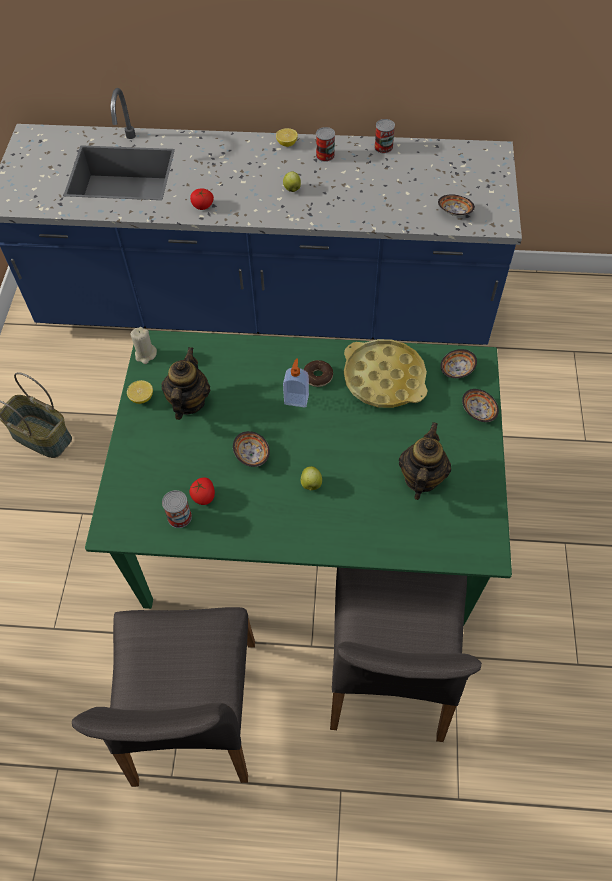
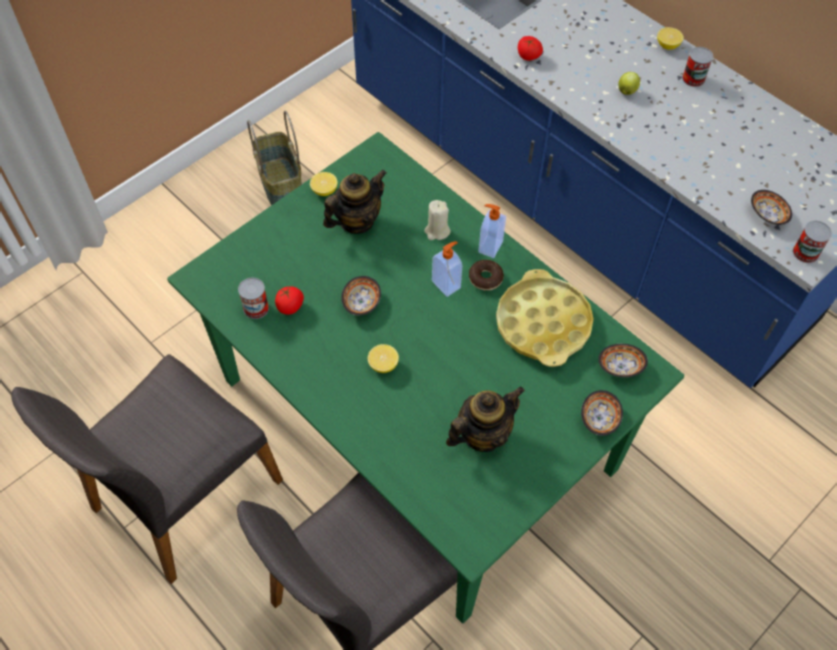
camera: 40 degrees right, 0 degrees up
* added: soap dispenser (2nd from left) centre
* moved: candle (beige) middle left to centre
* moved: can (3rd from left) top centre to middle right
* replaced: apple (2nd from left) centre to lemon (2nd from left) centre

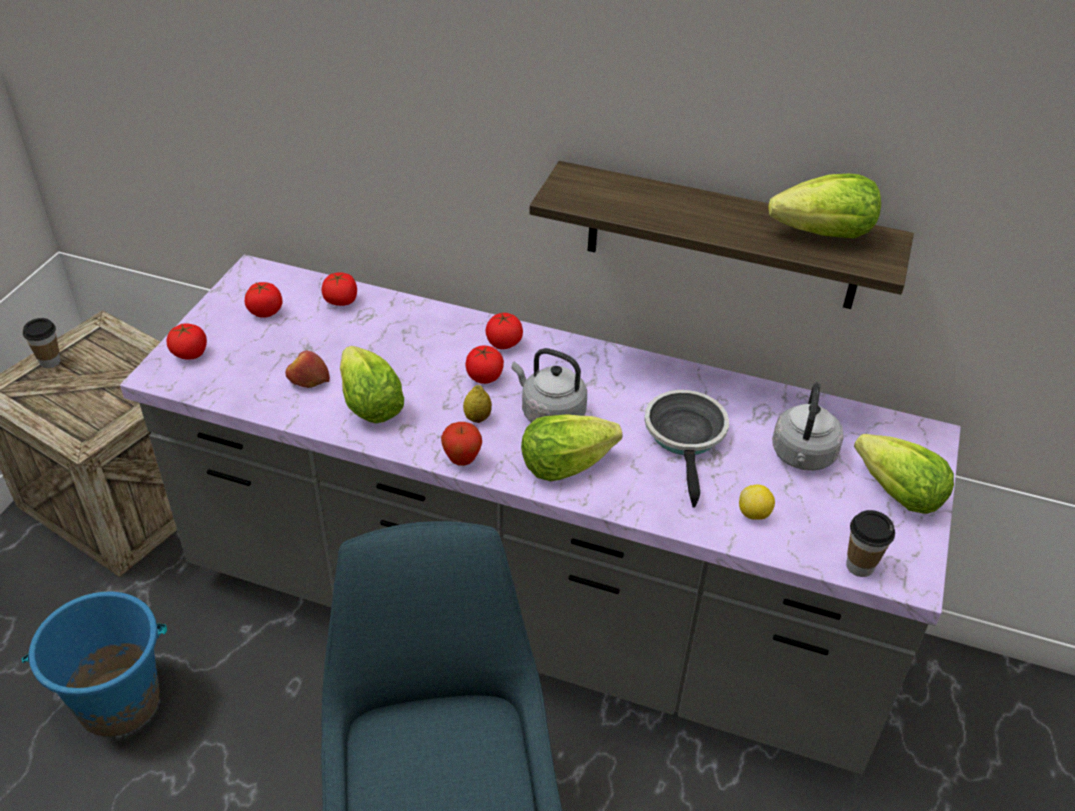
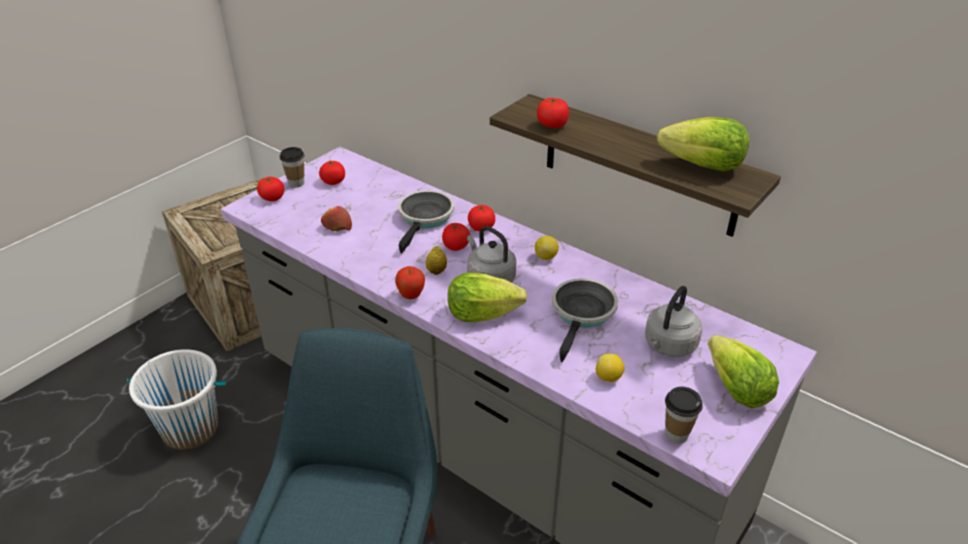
camera: 20 degrees right, 5 degrees down
* removed: lettuce (1st from left) centre
* added: frying pan (1st from left) centre
* added: lemon (2nd from left) centre
* moved: cup (1st from left) middle left to top left
* moved: tomato (3rd from left in the first image) middle left to tomato (5th from left) top centre
* recoloured: bucket (blue) bottom left to bucket (white) bottom left

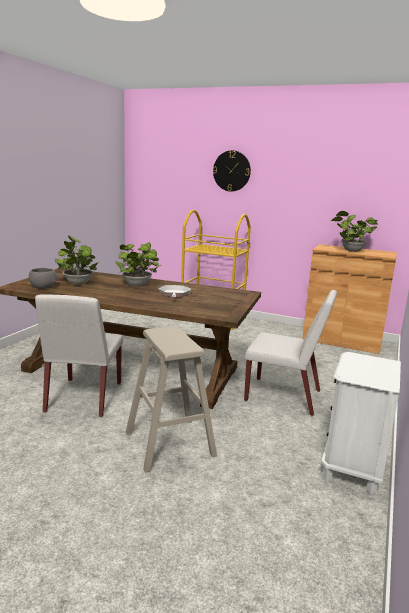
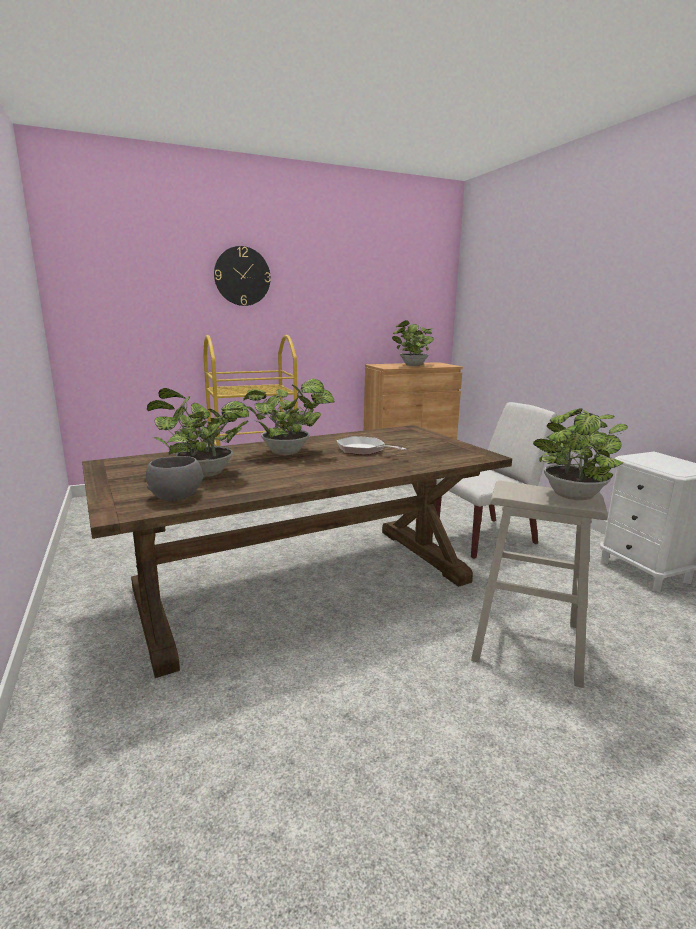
camera: 45 degrees left, 0 degrees up
* removed: chair (white) (1st from left) middle left
* added: potted plant (4th from left) middle right

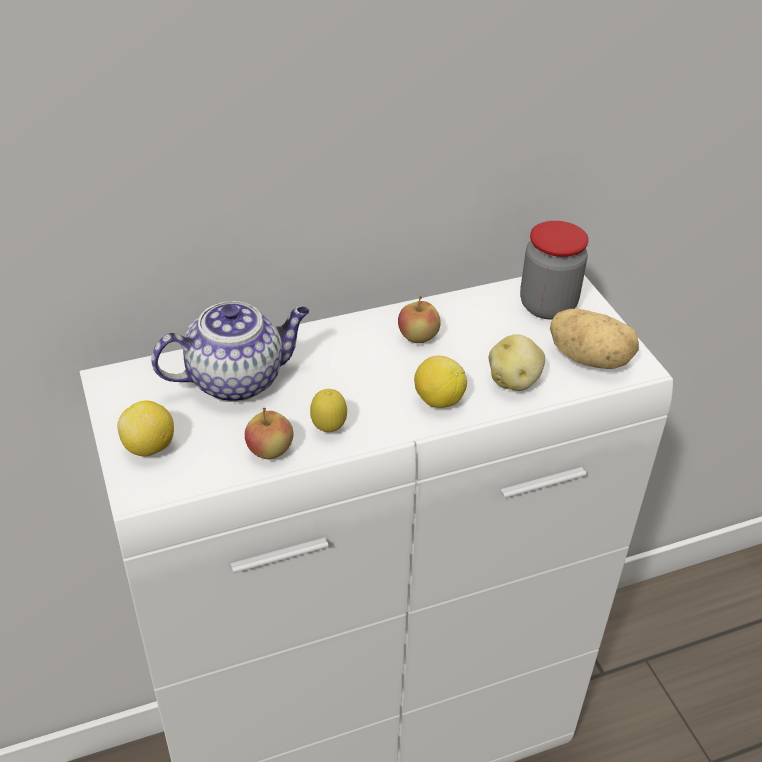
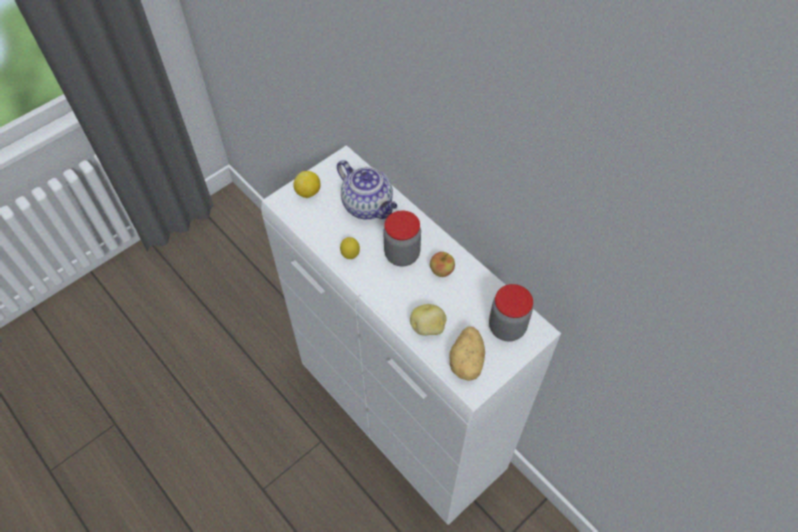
camera: 70 degrees right, 15 degrees up
* removed: apple (1st from left) centre
* removed: lemon (3rd from left) centre
* added: jar (1st from left) centre

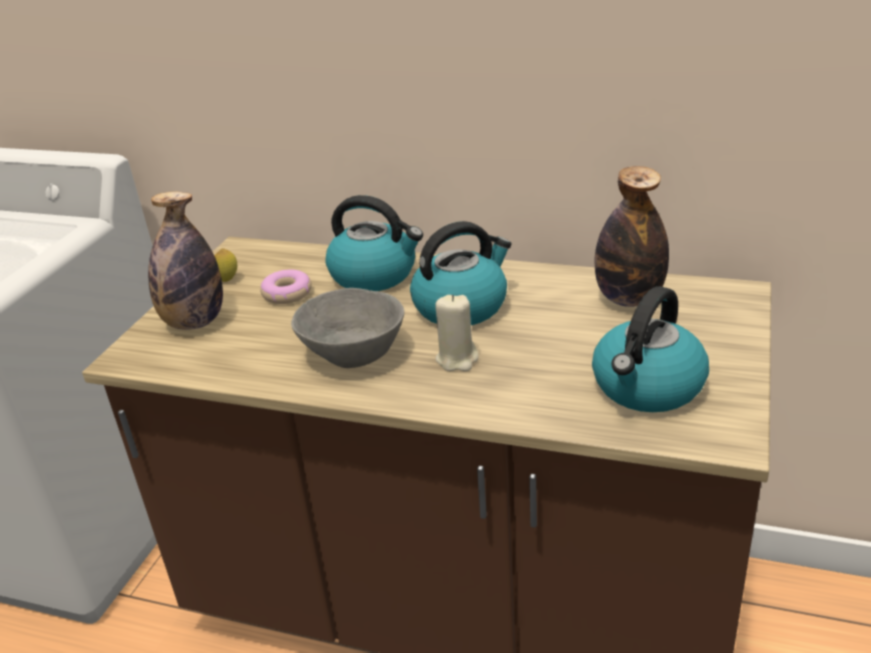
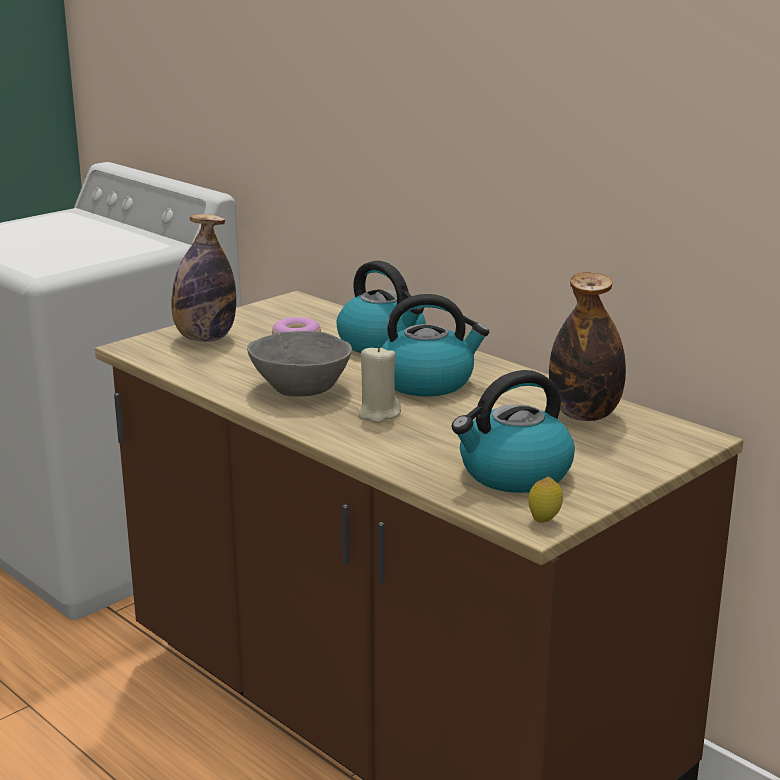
camera: 25 degrees right, 10 degrees down
* moved: lemon middle left to middle right

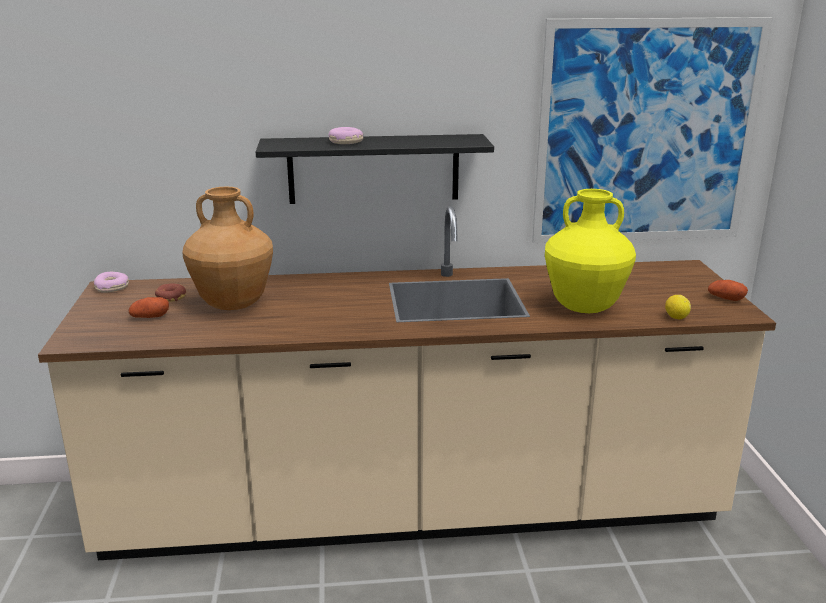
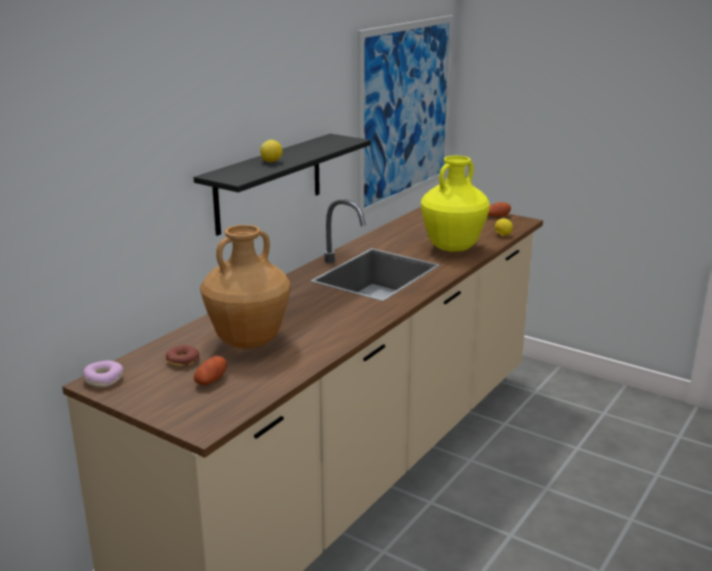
camera: 50 degrees left, 0 degrees up
* replaced: donut (3rd from left) top centre to lemon (1st from left) top centre

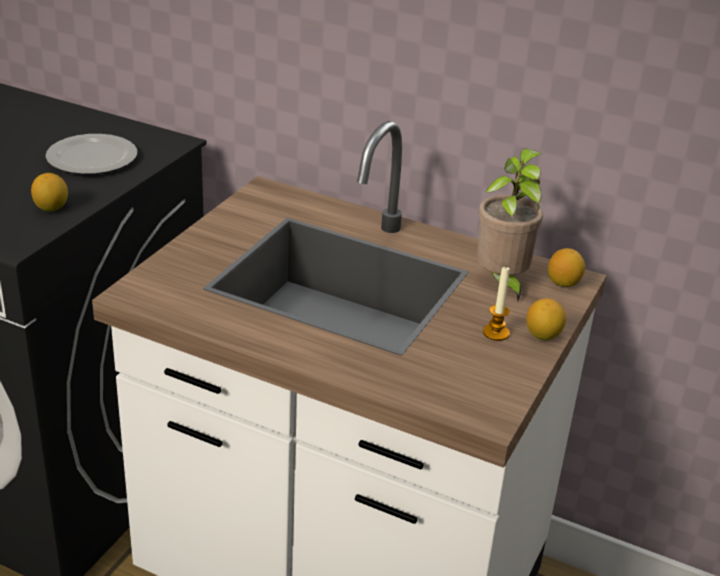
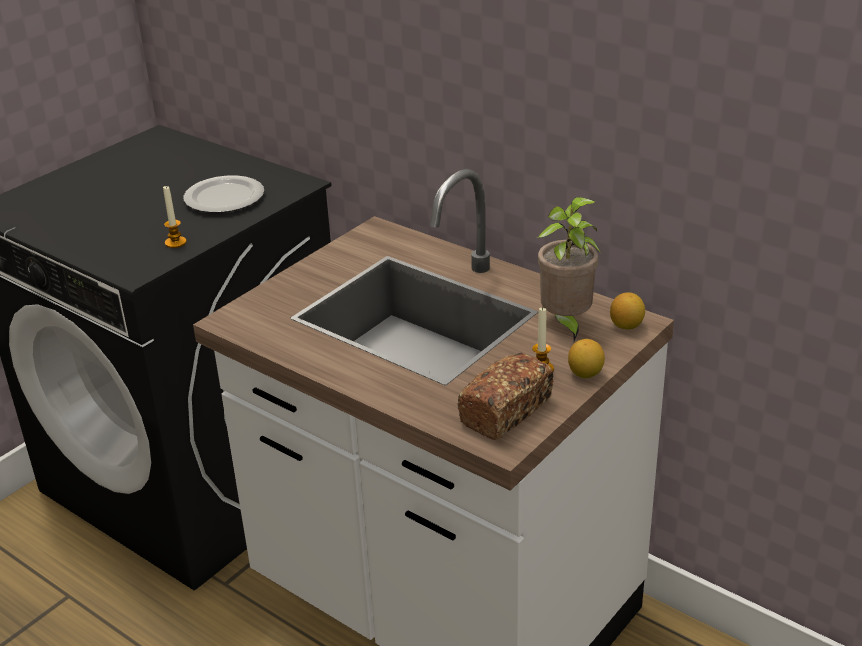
camera: 15 degrees right, 0 degrees up
* added: bread centre
* replaced: lemon (1st from left) middle left to candle (1st from left) middle left

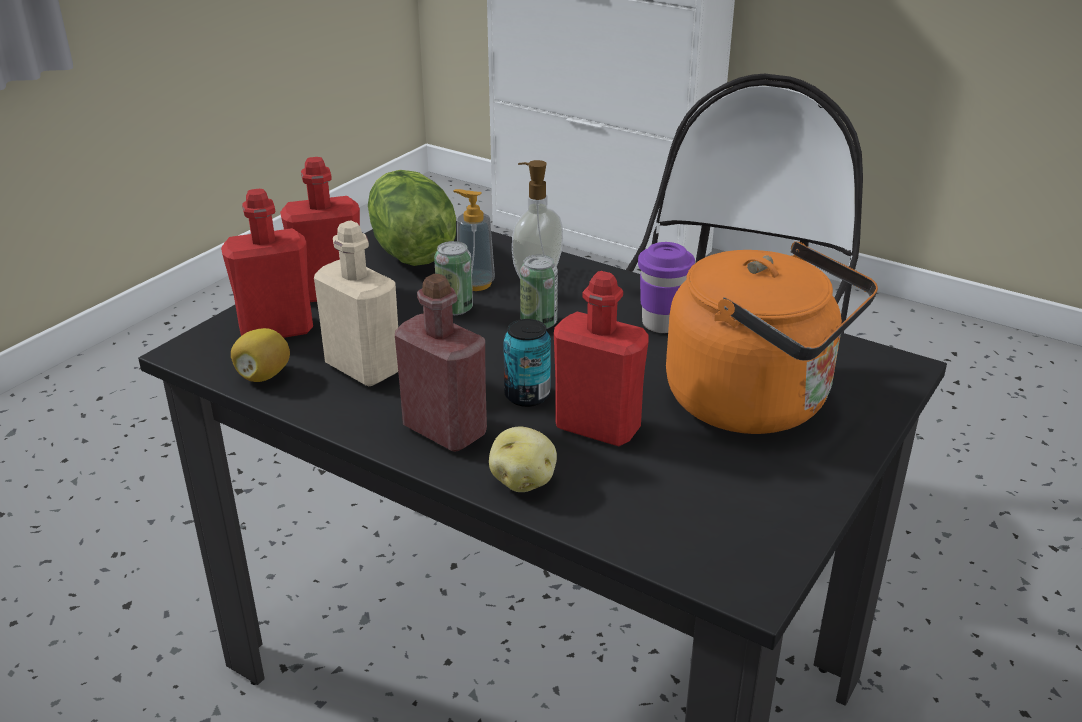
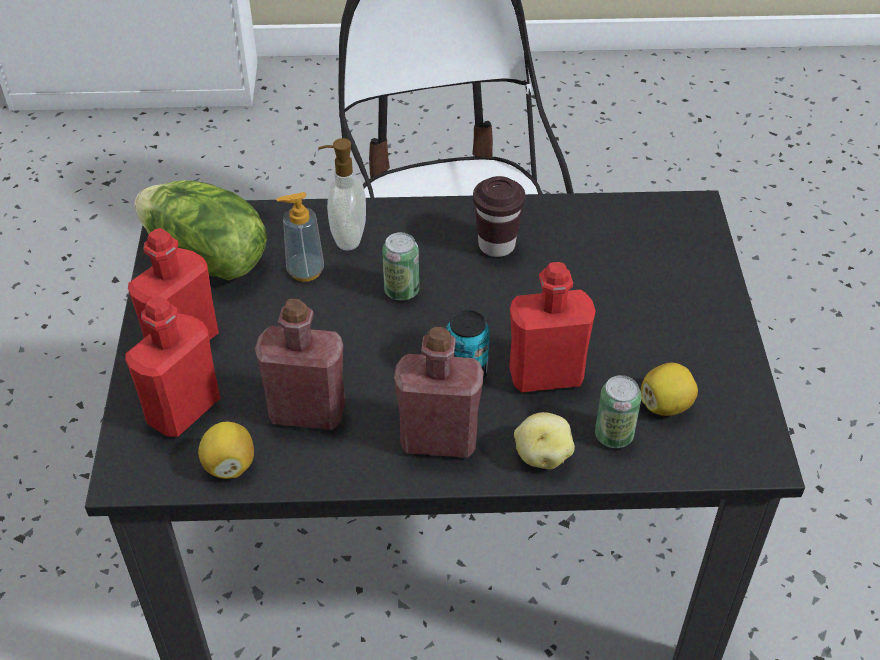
camera: 35 degrees left, 15 degrees up
* removed: kettle (orange) middle right
* added: lemon (2nd from left) middle right
* moved: can (1st from left in the first image) centre to can (3rd from left) middle right
* recoloured: bottle (beige) middle left to bottle (red) (3rd from left) centre
* recoloured: cup (purple) centre to cup (brown) top centre

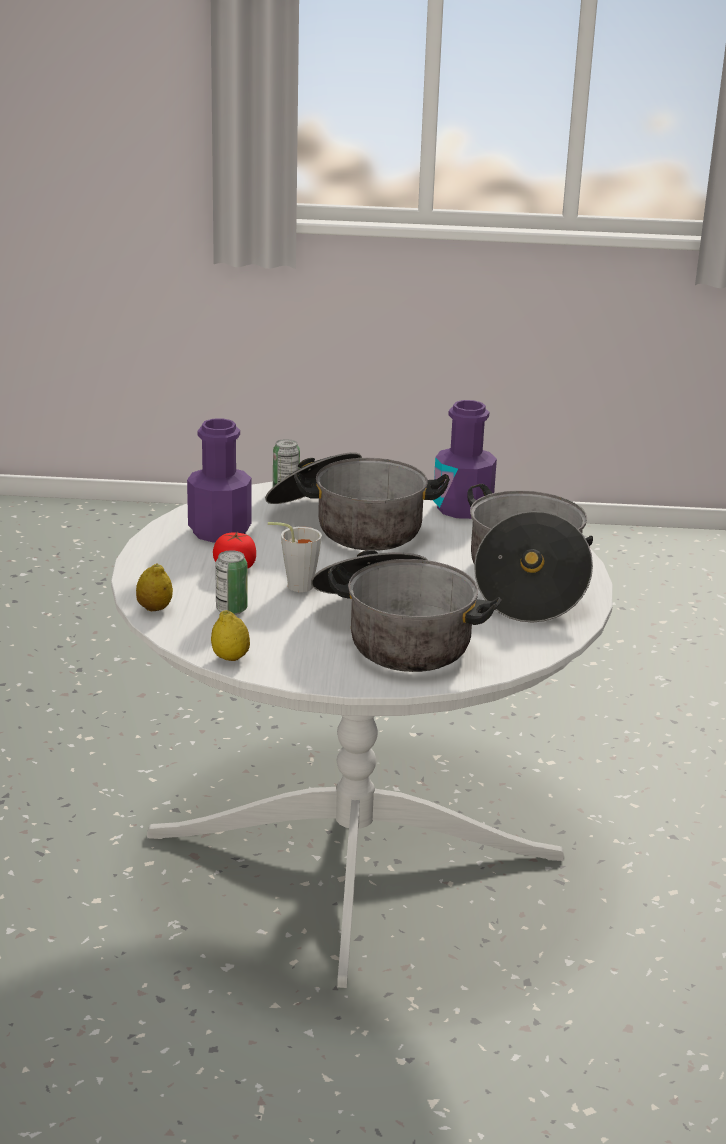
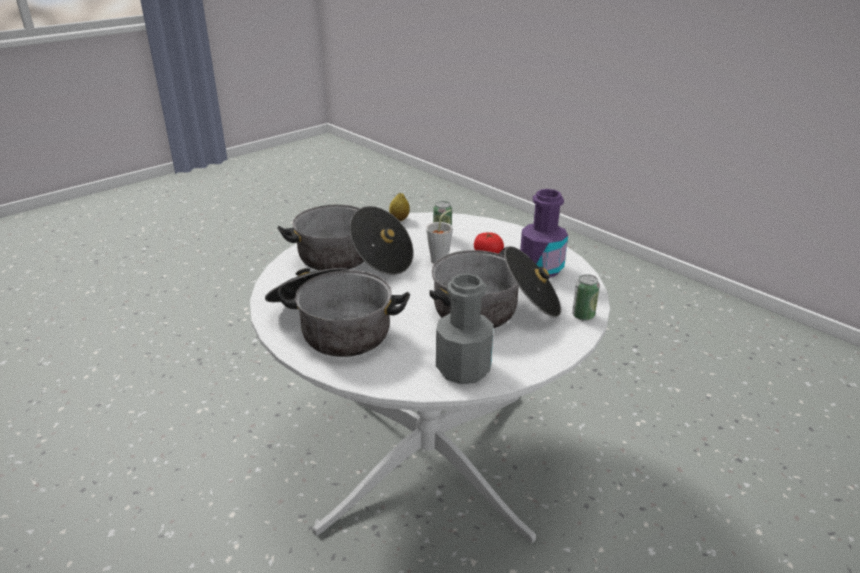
camera: 135 degrees right, 5 degrees up
* removed: lemon (1st from left) middle left
* recoloured: bottle (purple) (2nd from left) centre to bottle (grey) centre

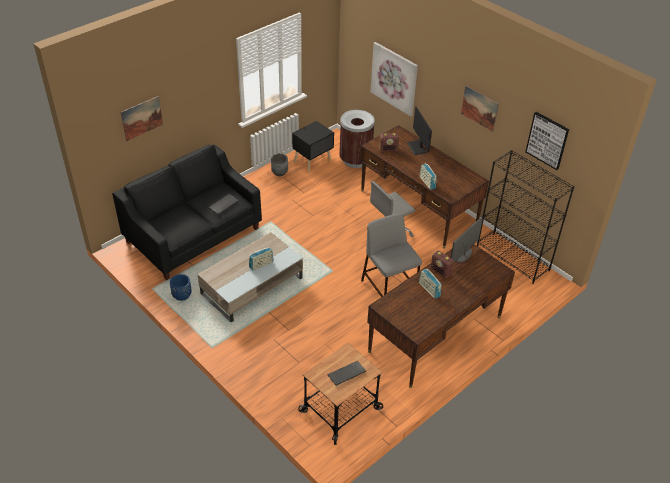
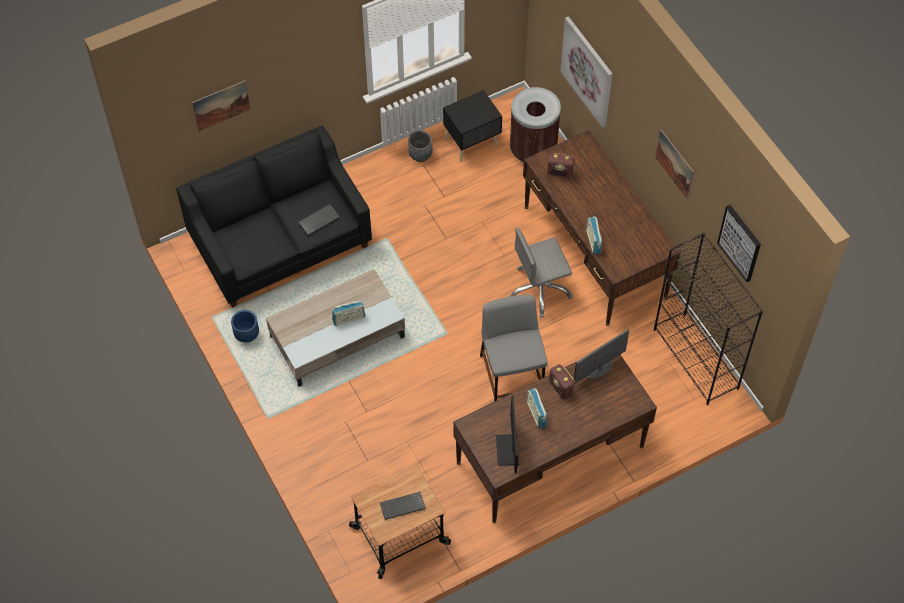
camera: 15 degrees right, 15 degrees up
* moved: monitor (1st from left) top centre to bottom centre

